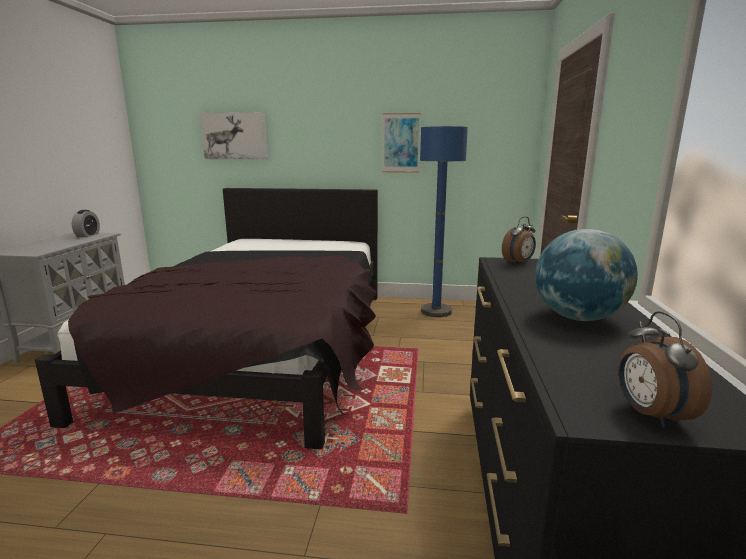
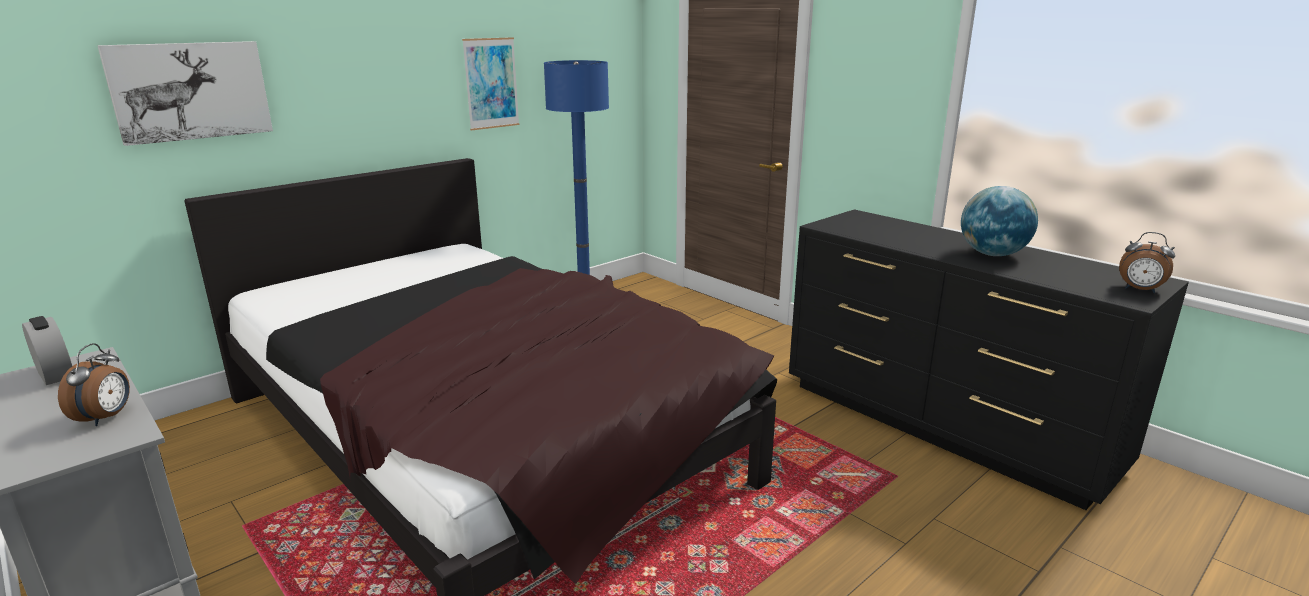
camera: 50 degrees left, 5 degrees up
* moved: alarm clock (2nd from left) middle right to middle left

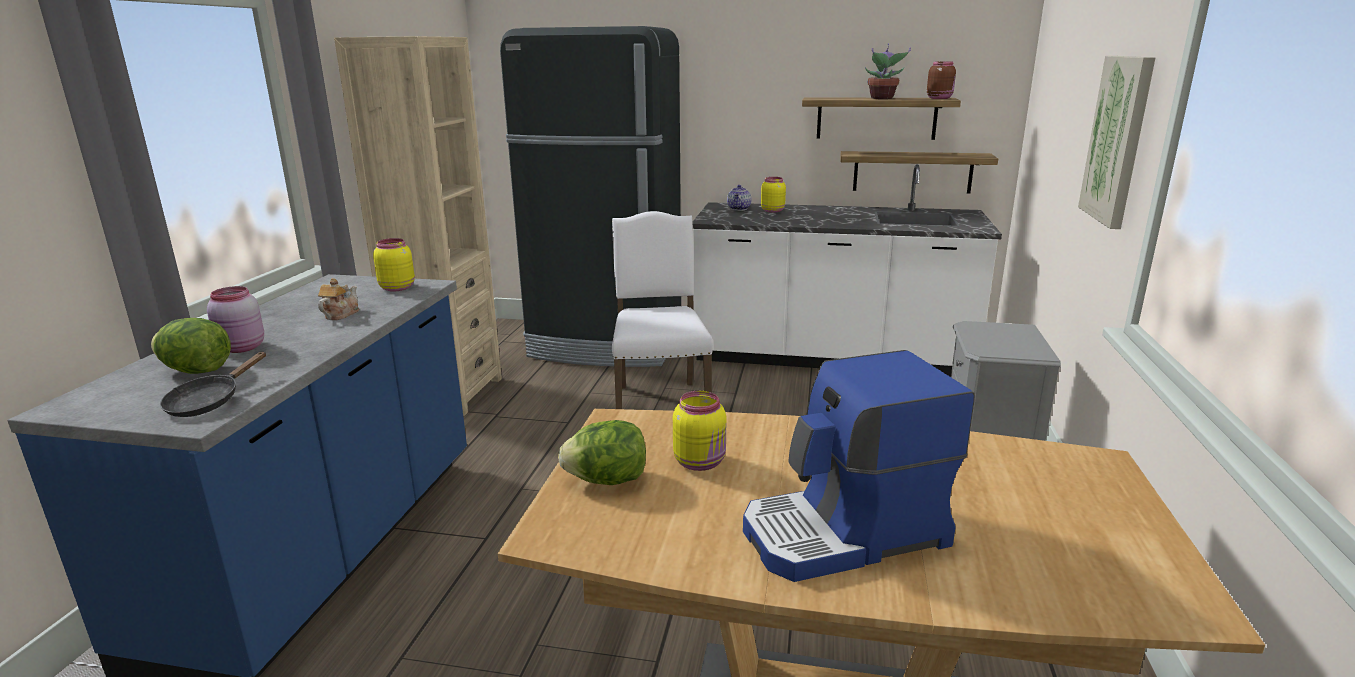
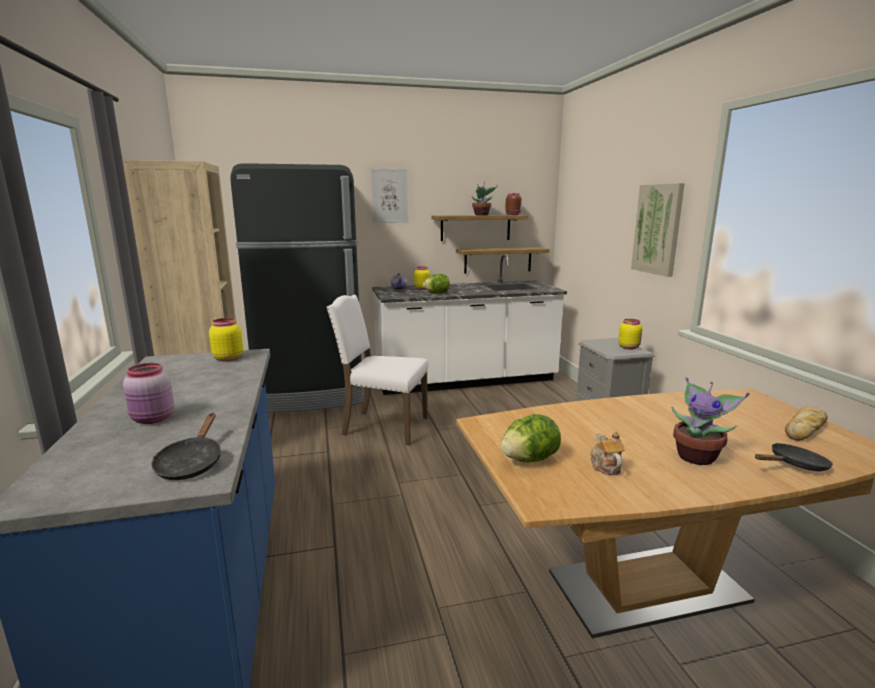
camera: 25 degrees left, 5 degrees down
* added: picture (1st from left) top centre
* added: frying pan (black) (2nd from left) middle right
* added: bread middle right
* moved: lettuce (1st from left) middle left to centre
* moved: teapot (1st from left in the first image) middle left to teapot (2nd from left) middle right
* moved: jar (yellow) (2nd from left in the first image) centre to jar (yellow) (3rd from left) middle right
* replaced: coffee machine bottom centre to potted plant (2nd from left) middle right
* turned: chair (white) centre = centre 45 degrees counterclockwise

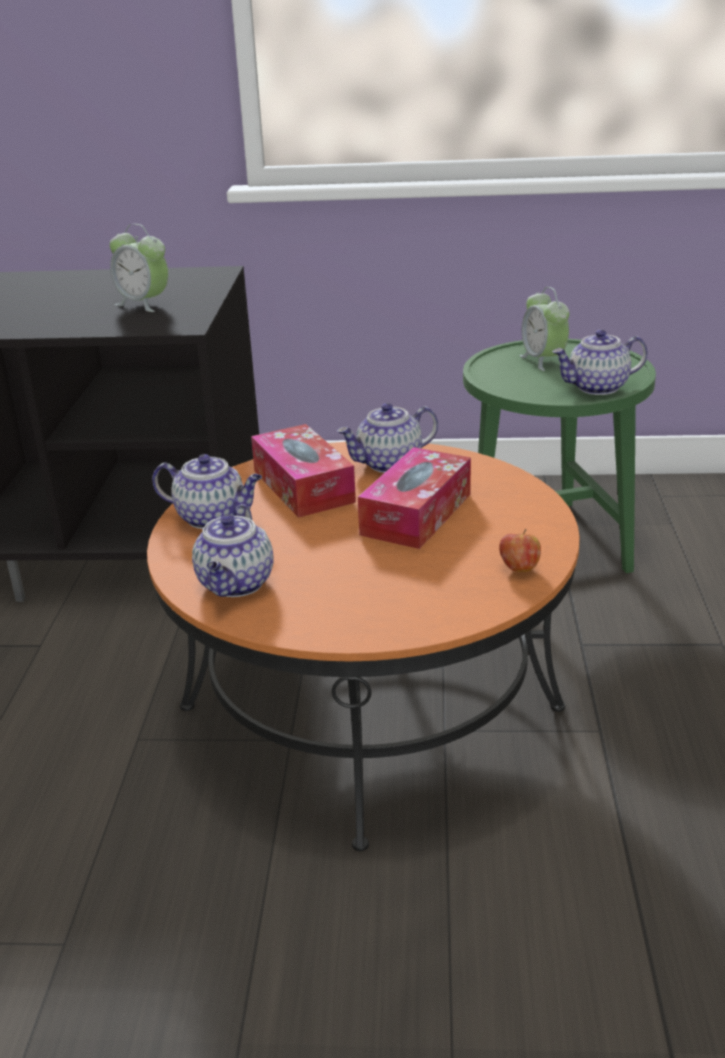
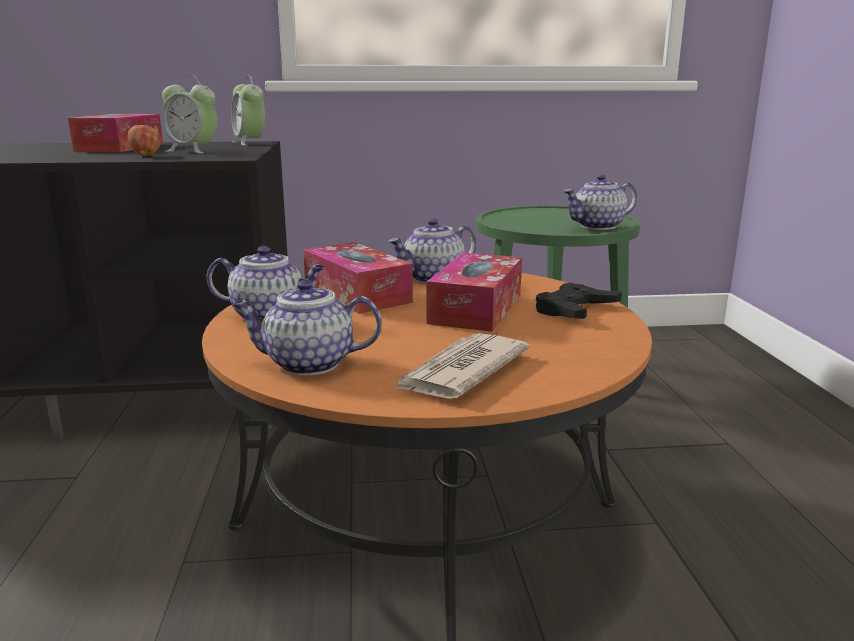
camera: 10 degrees left, 10 degrees down
* added: tissue box (1st from left) top left
* added: newspaper centre
* added: game controller (black) middle right
* moved: apple middle right to top left
* moved: alarm clock (2nd from left) top right to top left
* turned: teapot (2nd from left) middle left = centre 90 degrees clockwise

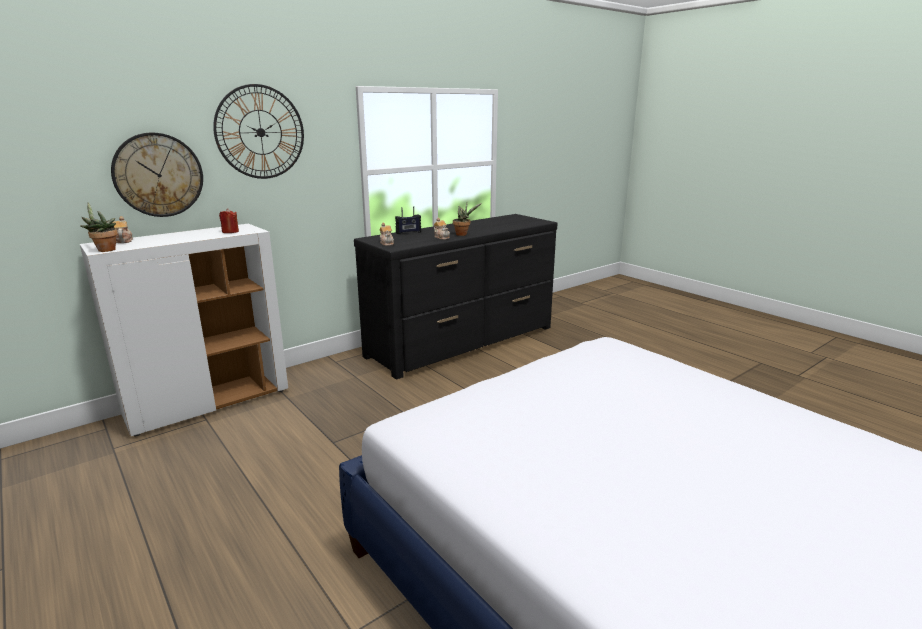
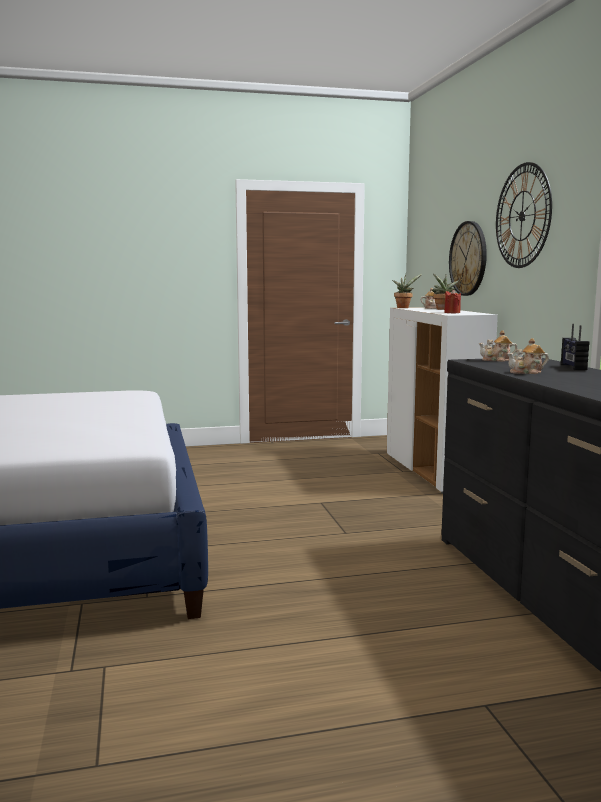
camera: 115 degrees right, 10 degrees down
* moved: potted plant (2nd from left) centre to middle right

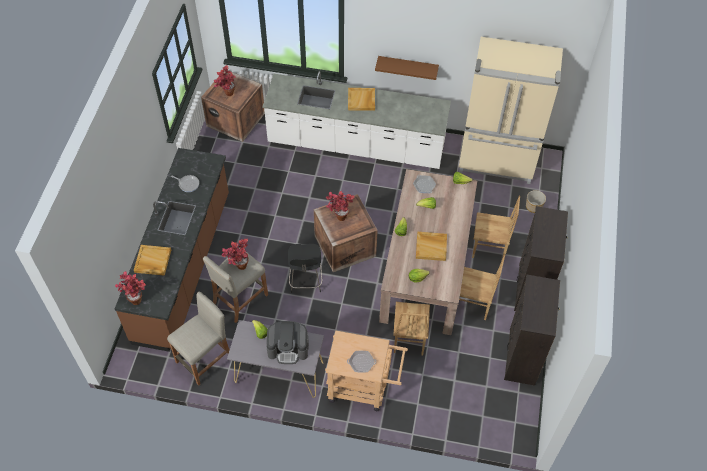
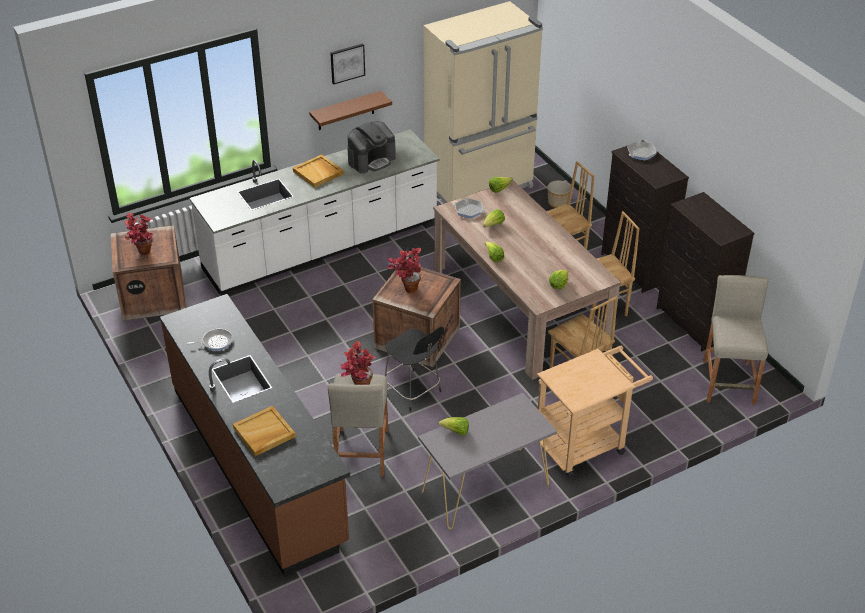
camera: 40 degrees left, 15 degrees down
* removed: potted plant (1st from left) middle left
* removed: tray (beige) (3rd from left) centre
* added: picture top centre
* moved: stool (beige) (1st from left in the first image) bottom left to stool (beige) (2nd from left) middle right
* moved: coffee machine bottom centre to top centre
* moved: frying pan (2nd from left in the first image) bottom centre to frying pan (3rd from left) top right

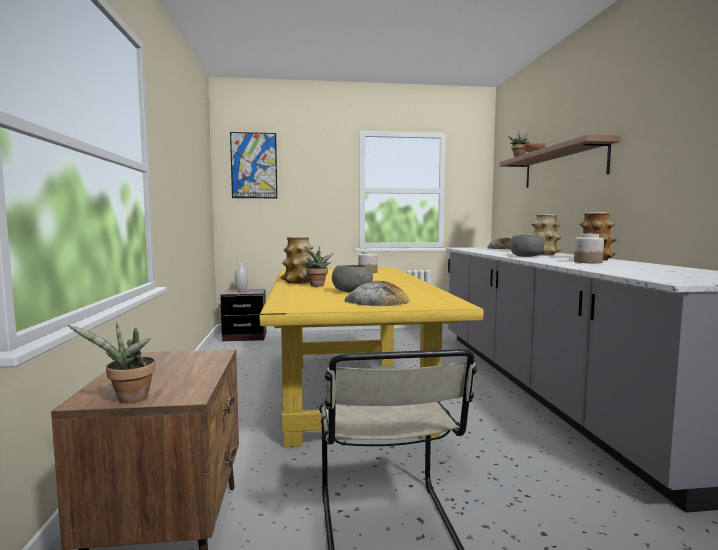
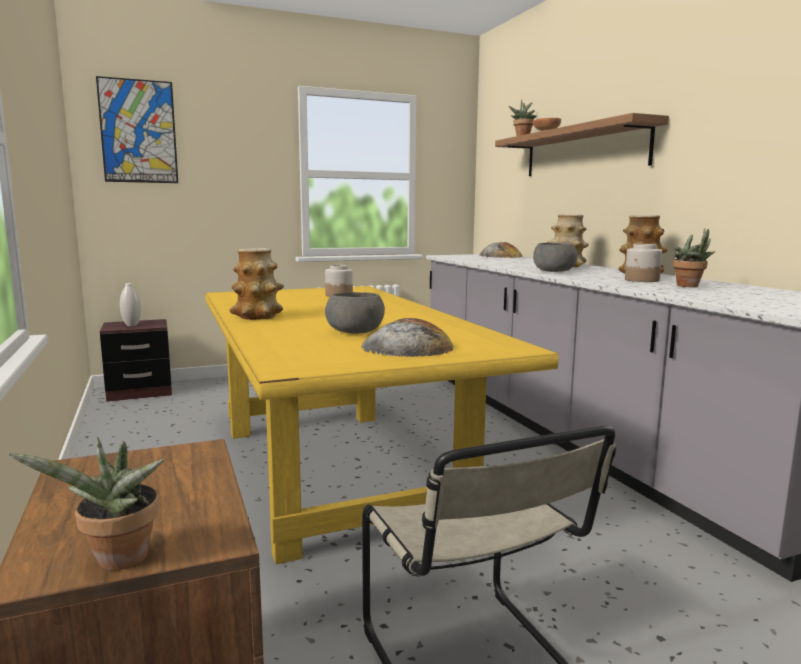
camera: 15 degrees left, 5 degrees up
* moved: potted plant (2nd from left in the first image) centre to potted plant (3rd from left) middle right

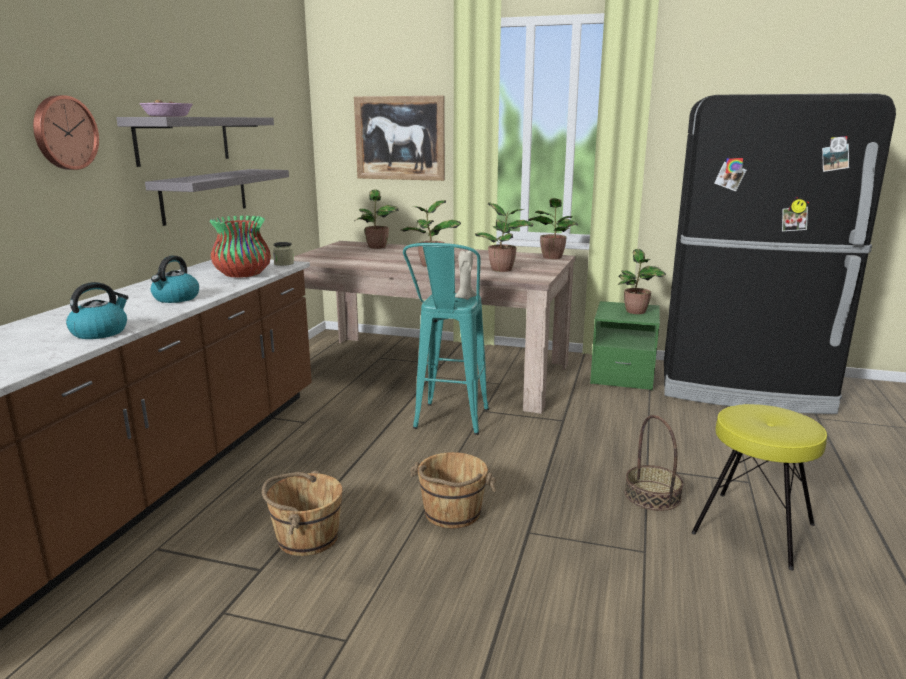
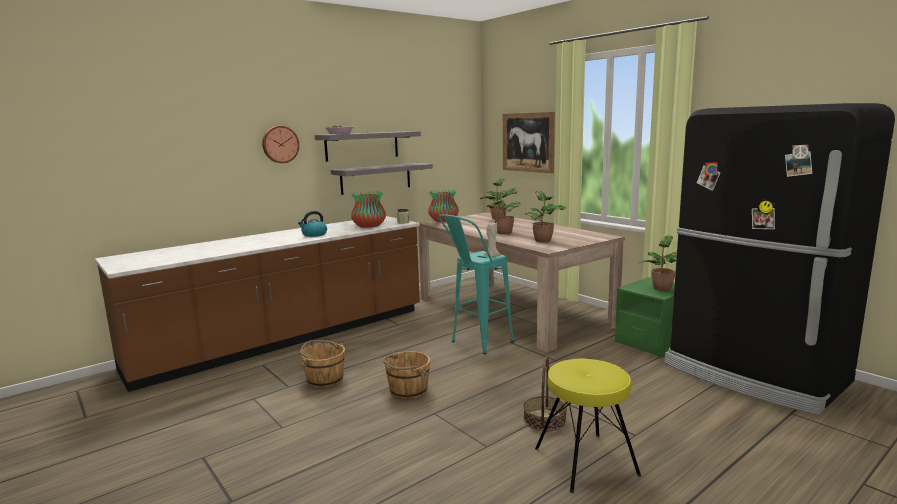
camera: 35 degrees right, 5 degrees down
* removed: kettle (1st from left) middle left
* removed: potted plant (4th from left) centre
* added: vase (2nd from left) centre

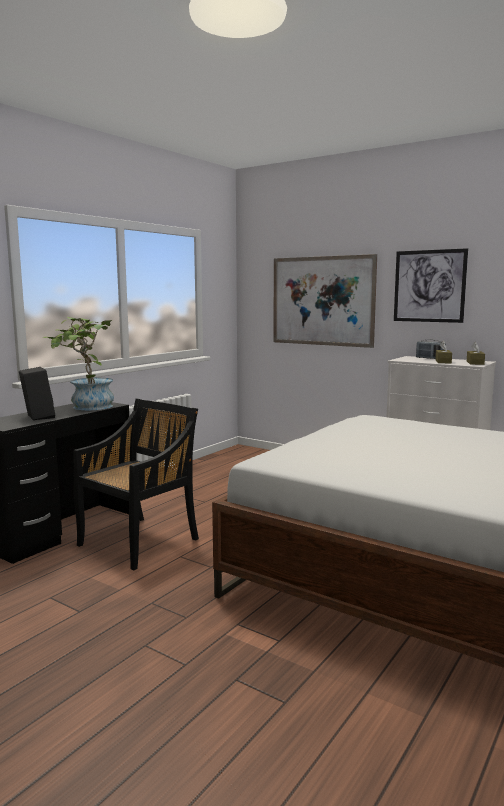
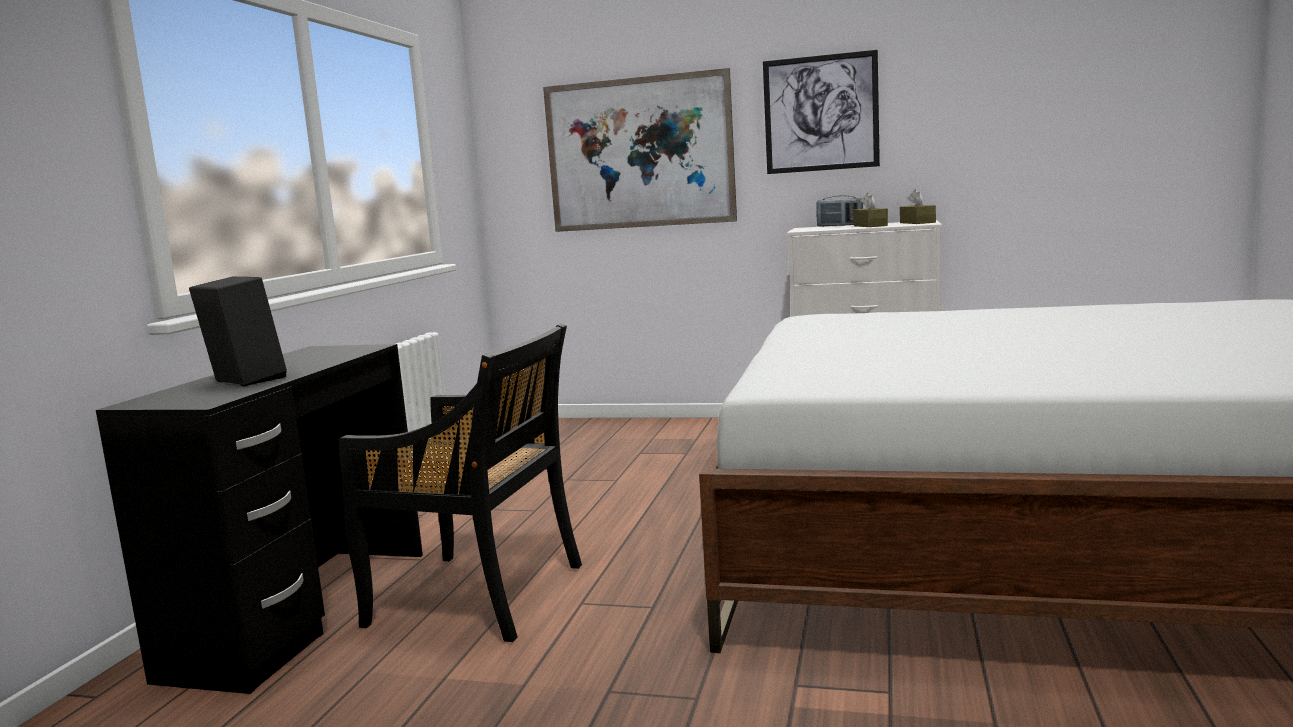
camera: 20 degrees left, 0 degrees up
* removed: potted plant middle left
* turned: chair (black) middle left = centre 90 degrees clockwise

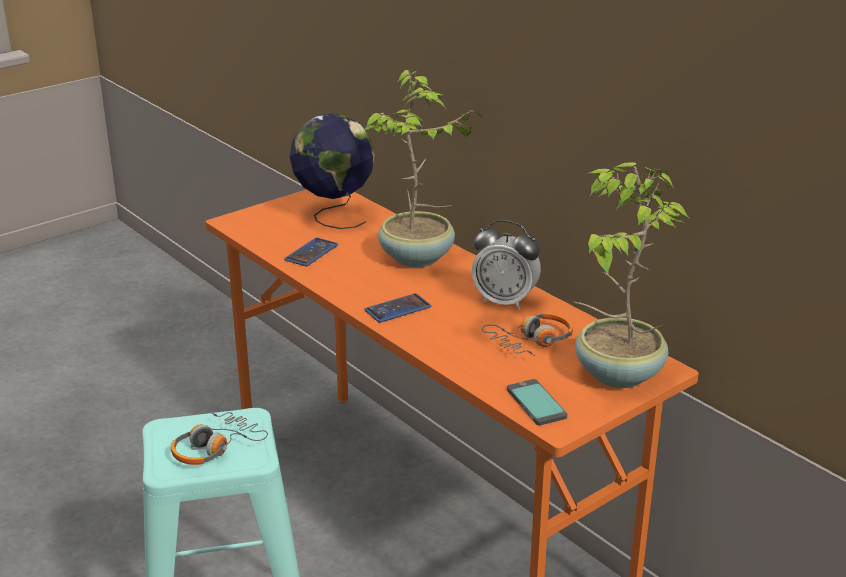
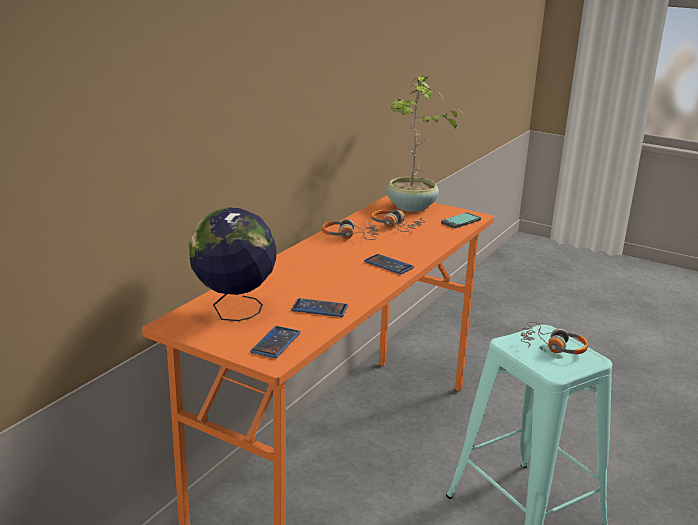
camera: 110 degrees left, 5 degrees down
* removed: potted plant (1st from left) top centre
* added: phone (1st from left) centre
* replaced: alarm clock centre to headphones (1st from left) centre

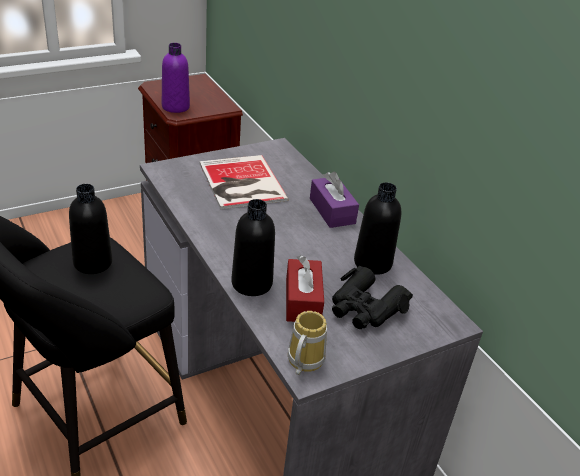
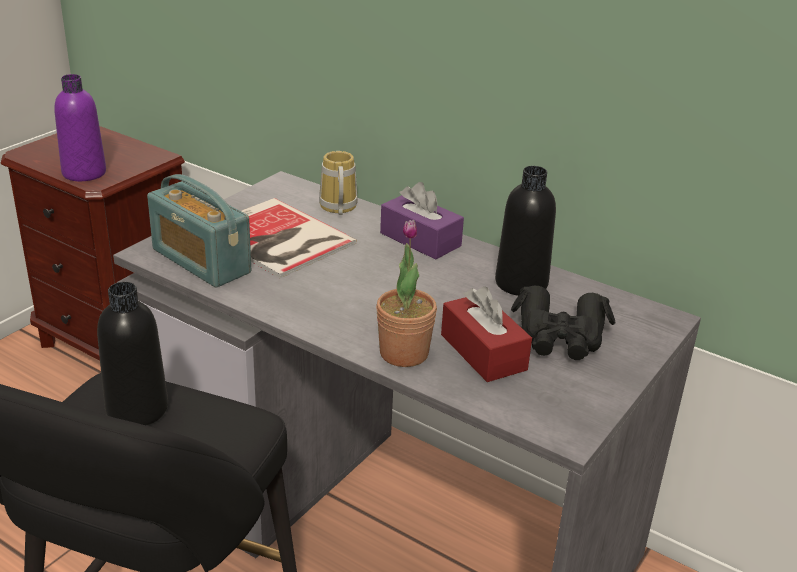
camera: 25 degrees left, 5 degrees down
* added: radio middle left
* moved: mug bottom centre to top centre
* replaced: bottle (black) (2nd from left) centre to potted plant centre

